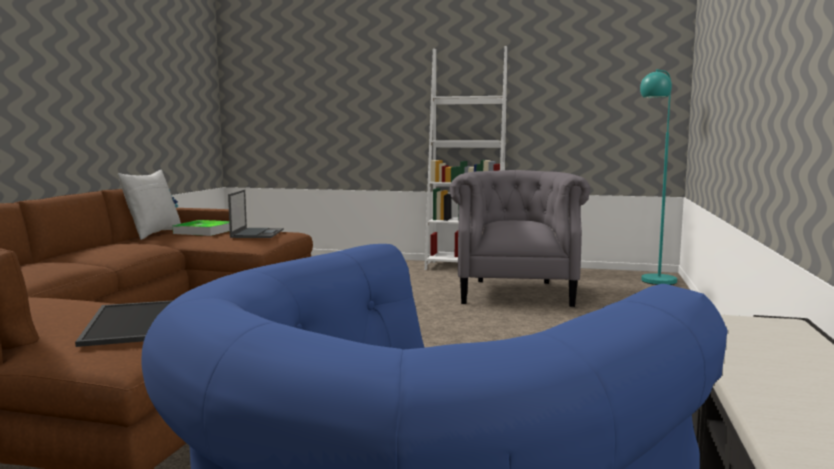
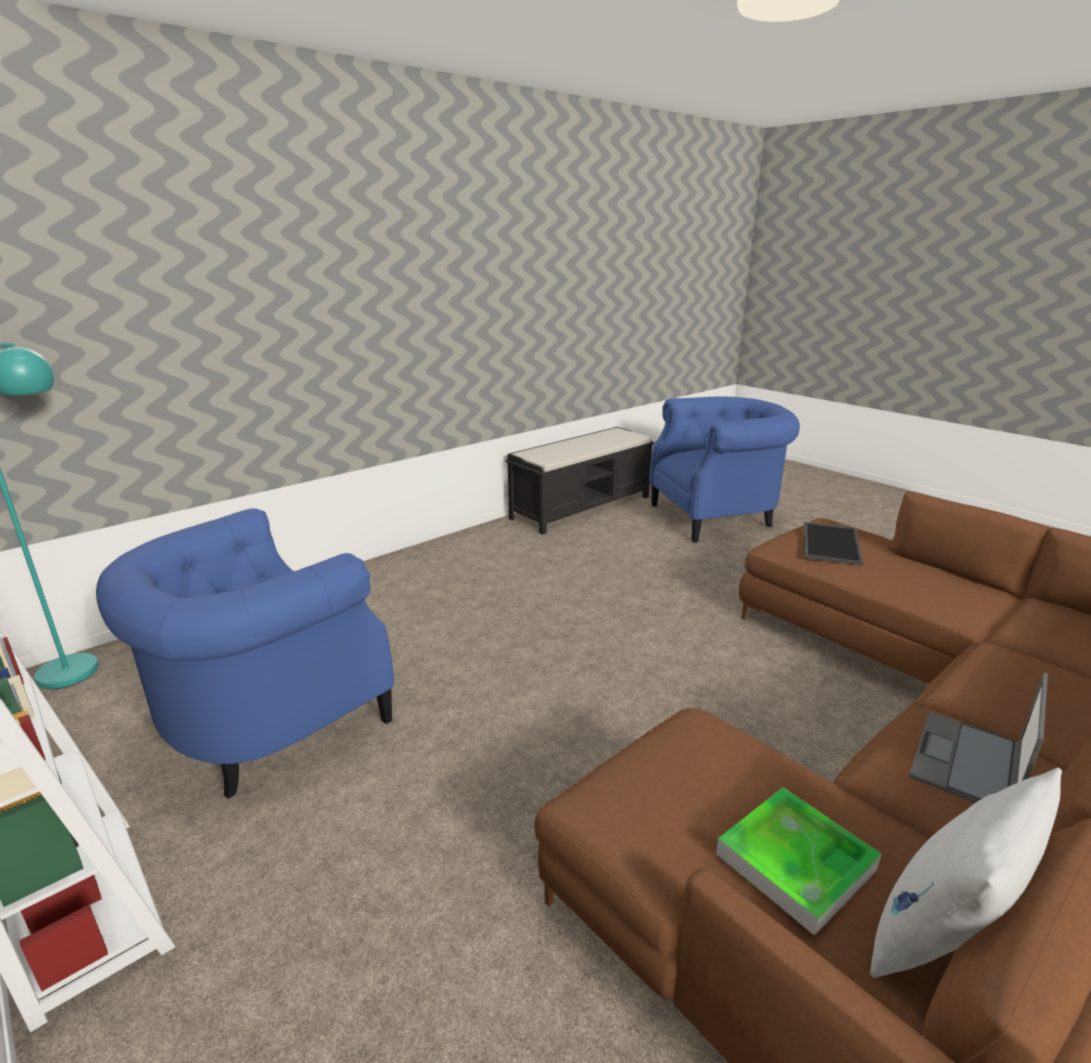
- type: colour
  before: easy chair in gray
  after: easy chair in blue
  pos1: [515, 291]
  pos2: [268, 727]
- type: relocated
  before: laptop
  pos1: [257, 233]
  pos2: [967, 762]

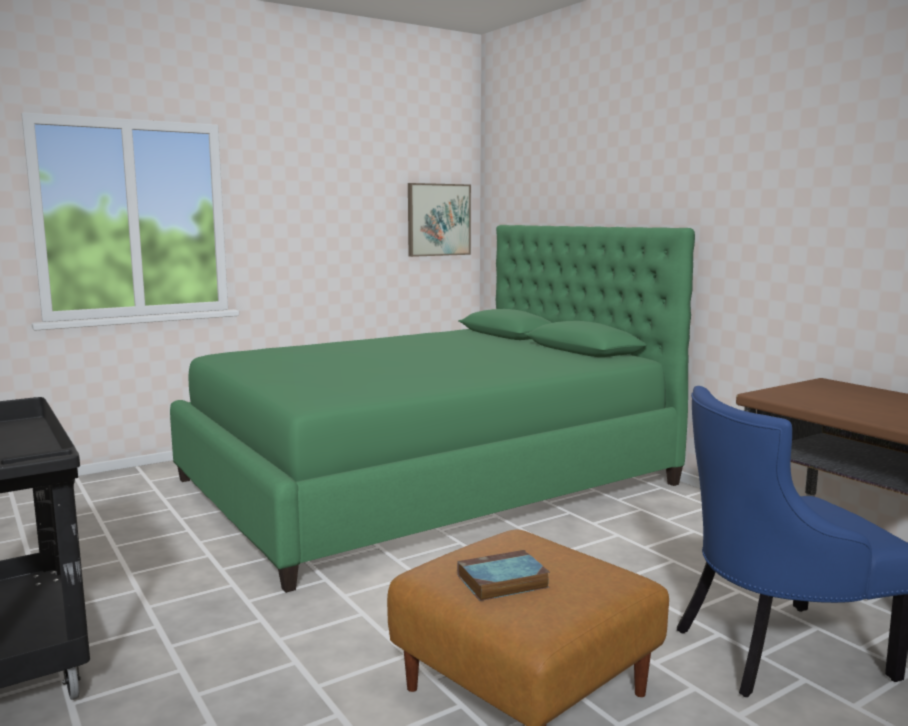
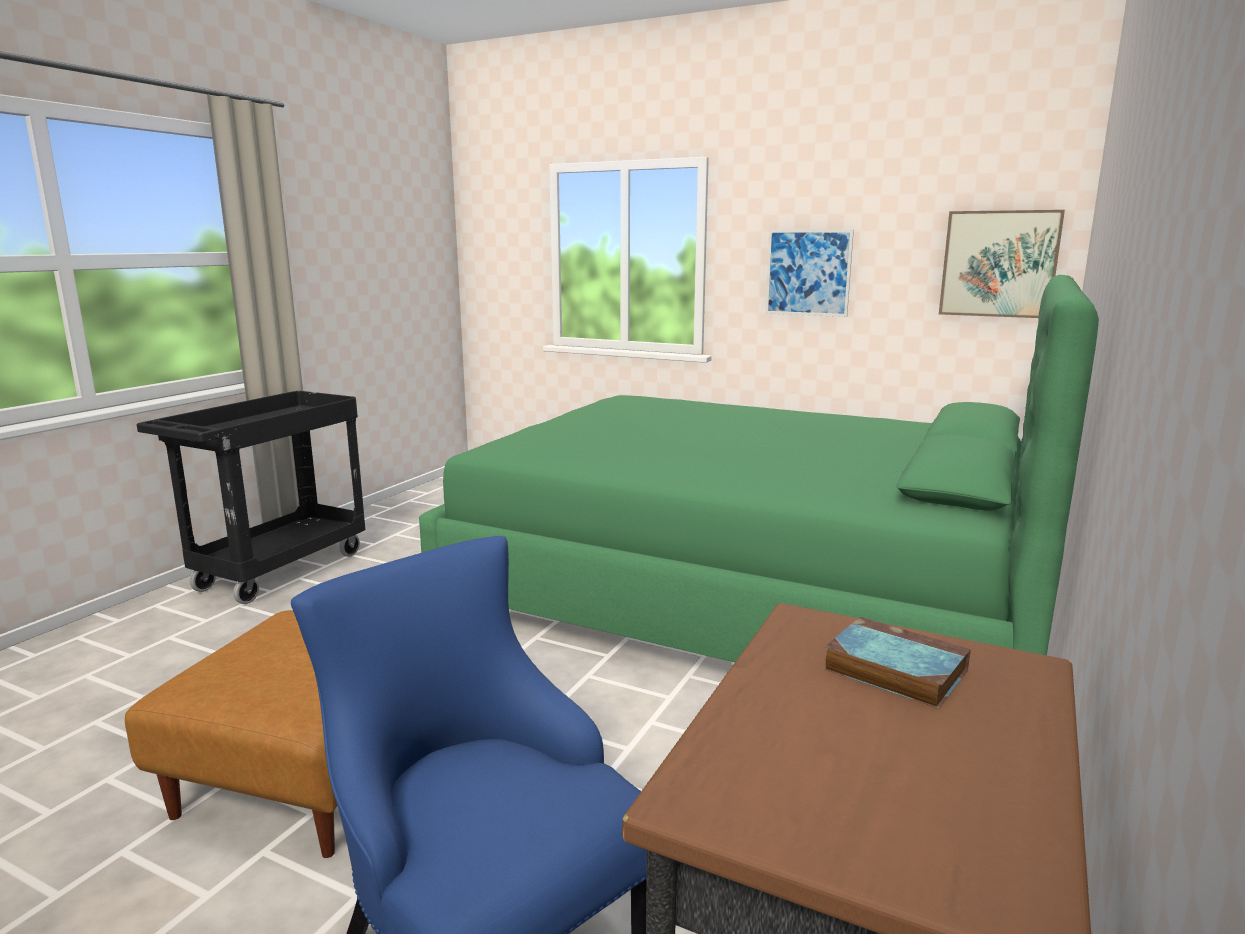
- type: relocated
  before: book
  pos1: [501, 582]
  pos2: [891, 669]
- type: appeared
  after: picture
  pos2: [808, 272]

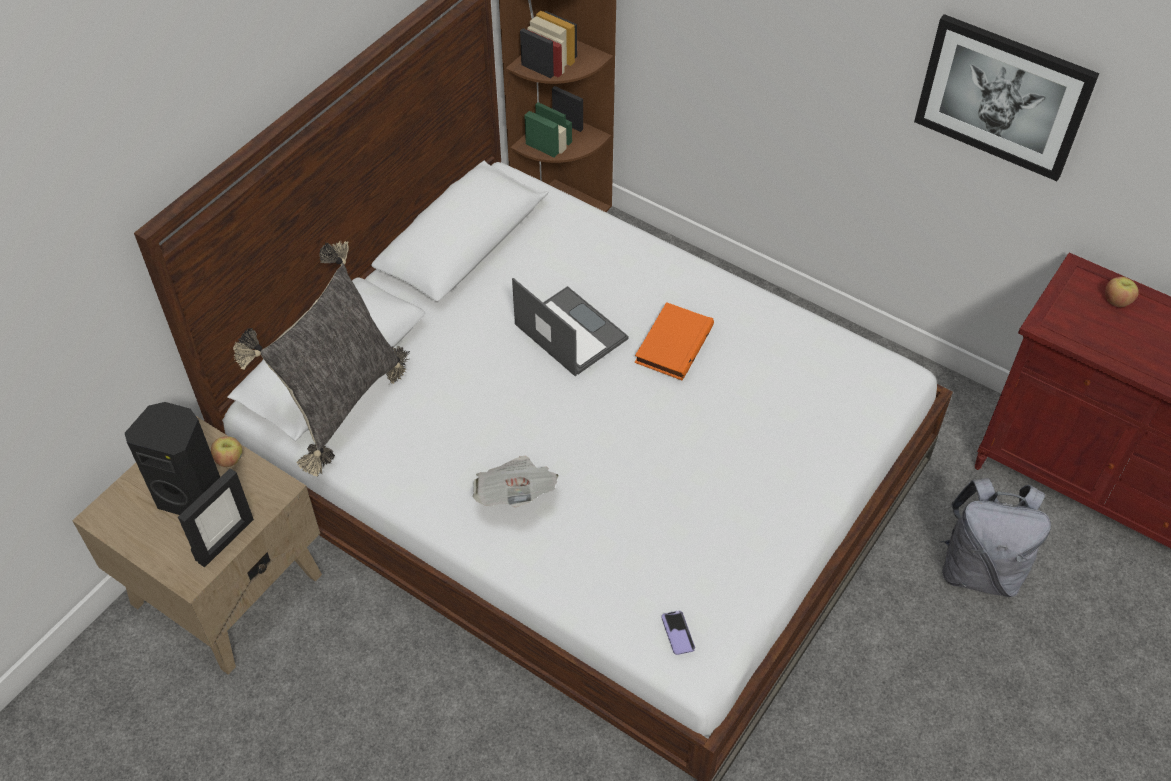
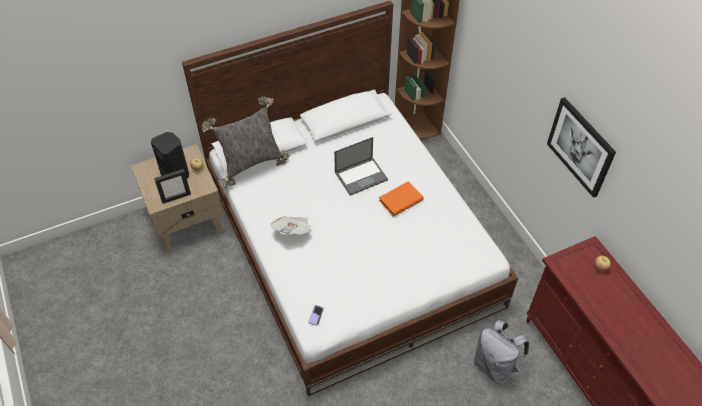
- type: spun
  before: laptop
  pos1: [569, 331]
  pos2: [361, 176]
  turn: 75

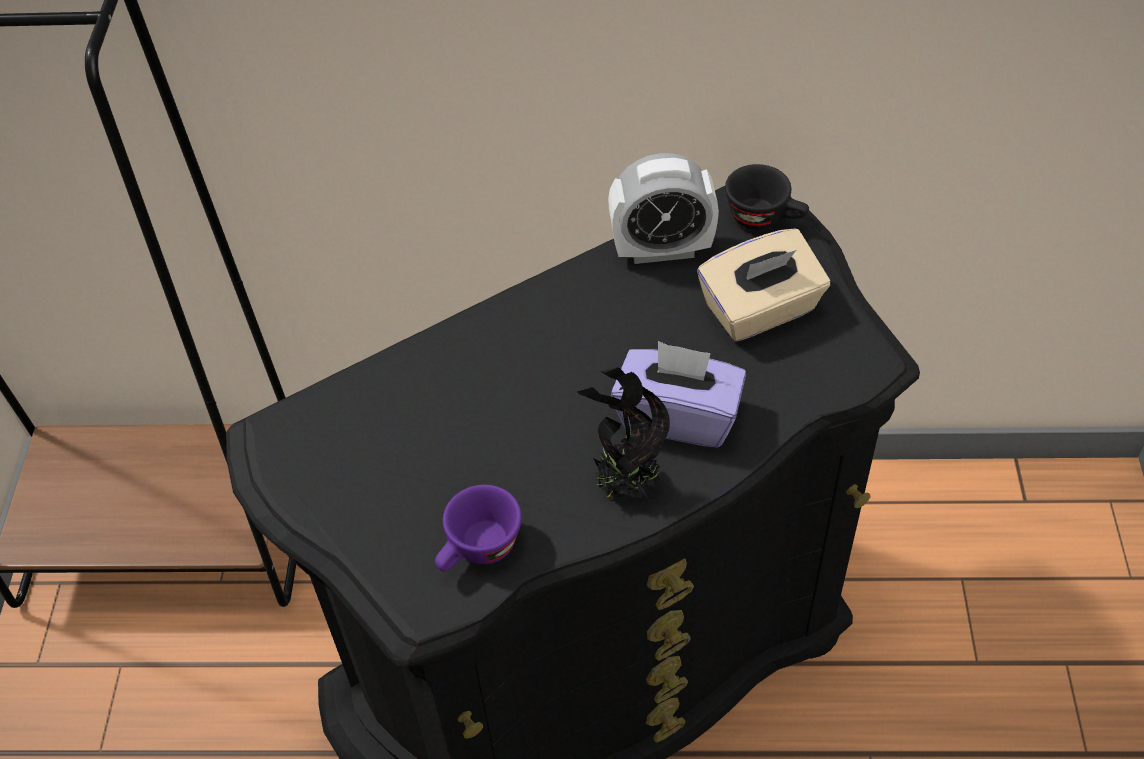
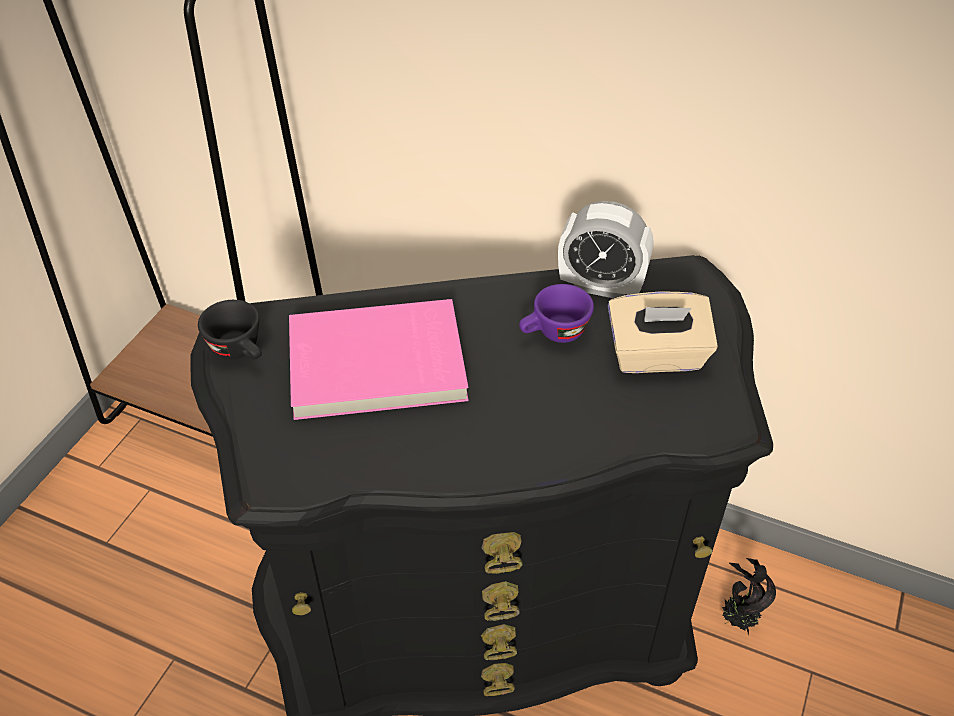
- type: relocated
  before: small cup in black
  pos1: [765, 218]
  pos2: [241, 351]
- type: missing
  before: tissue holder in purplish
  pos1: [678, 416]
- type: relocated
  before: houseplant
  pos1: [624, 486]
  pos2: [736, 620]
- type: relocated
  before: small cup in purplish
  pos1: [478, 551]
  pos2: [554, 333]
- type: appeared
  after: book in pink
  pos2: [377, 365]

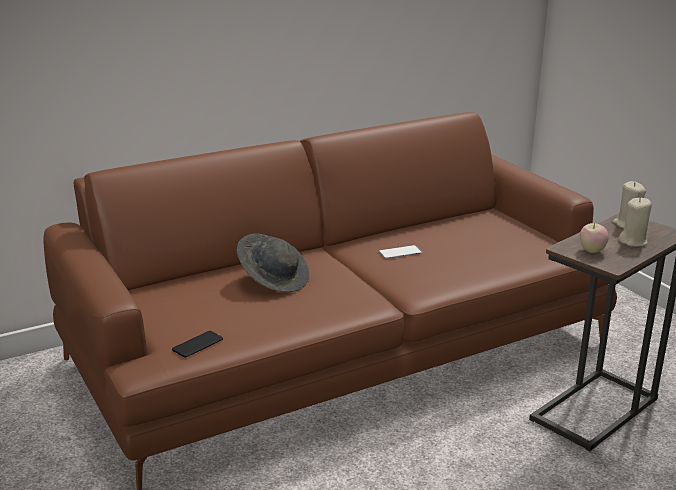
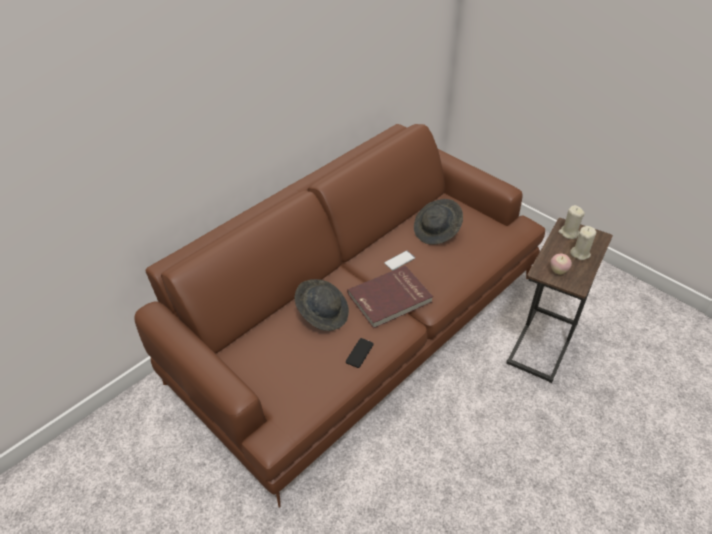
- type: relocated
  before: phone
  pos1: [197, 344]
  pos2: [359, 353]
- type: appeared
  after: hat in gray
  pos2: [437, 231]
- type: appeared
  after: book in red
  pos2: [390, 299]

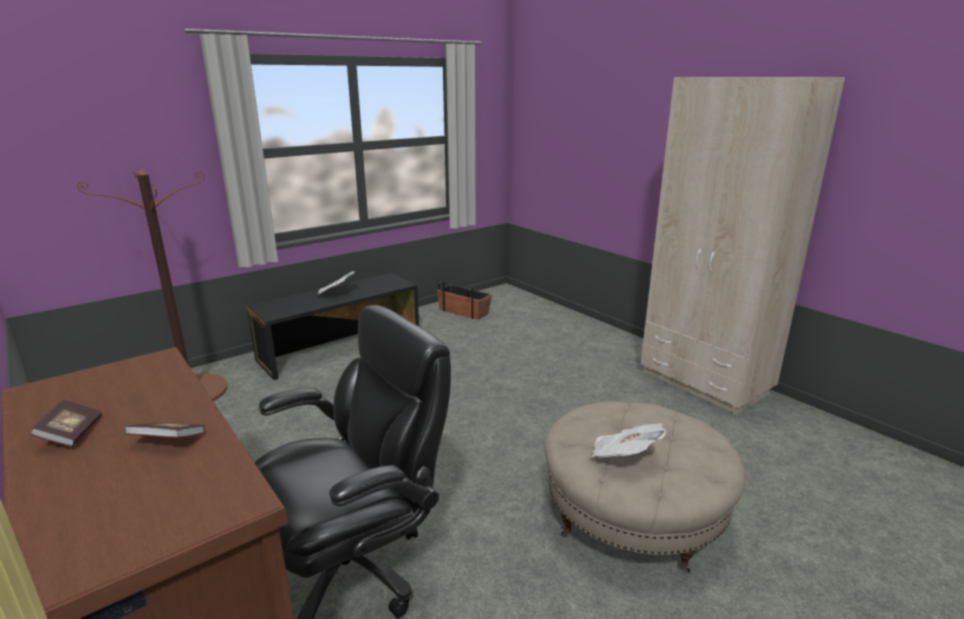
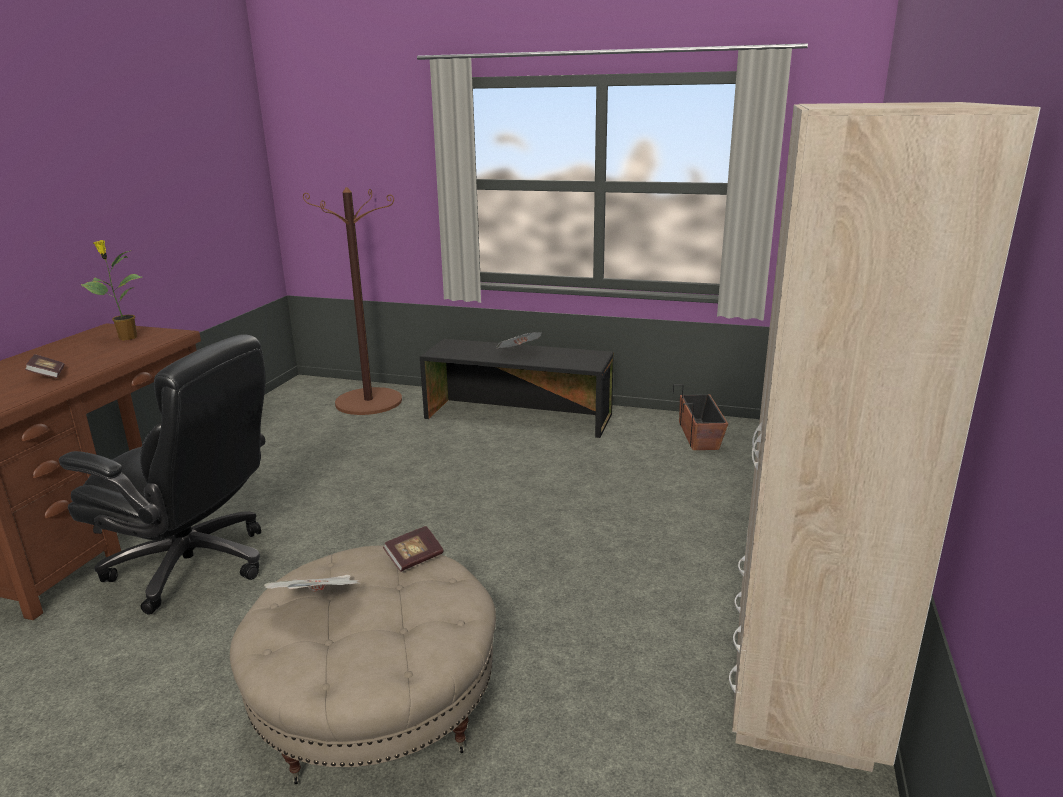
- type: relocated
  before: book
  pos1: [71, 434]
  pos2: [414, 558]
- type: appeared
  after: houseplant
  pos2: [126, 338]

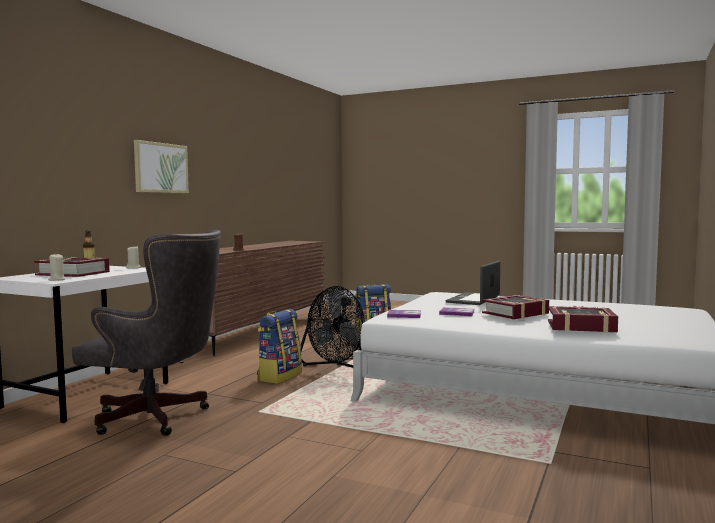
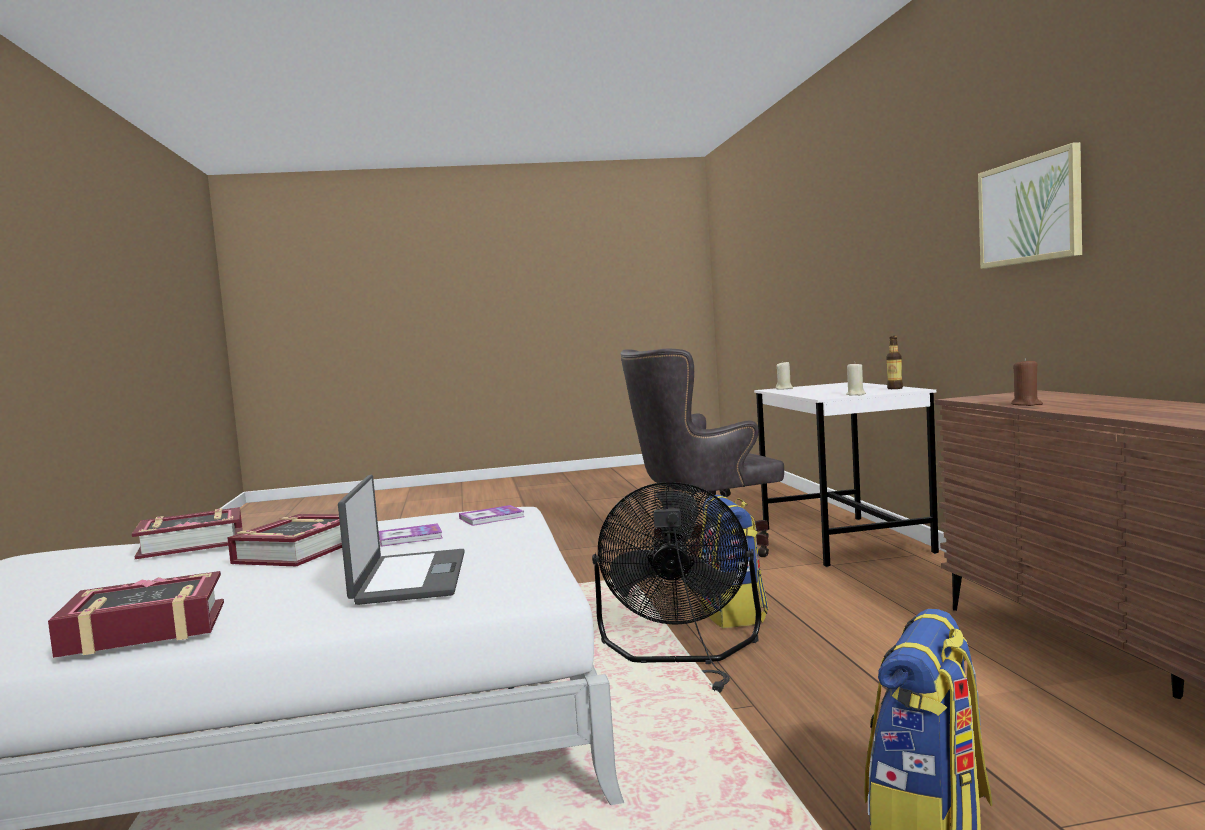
- type: relocated
  before: book
  pos1: [73, 273]
  pos2: [145, 629]

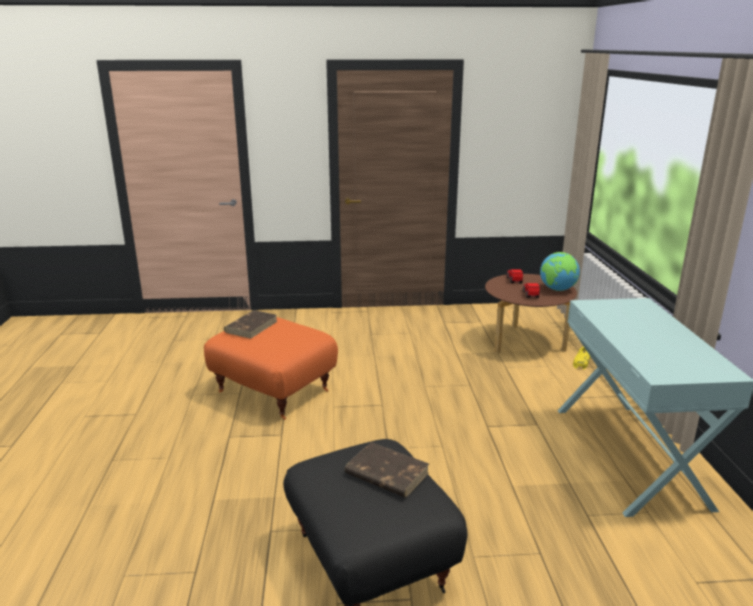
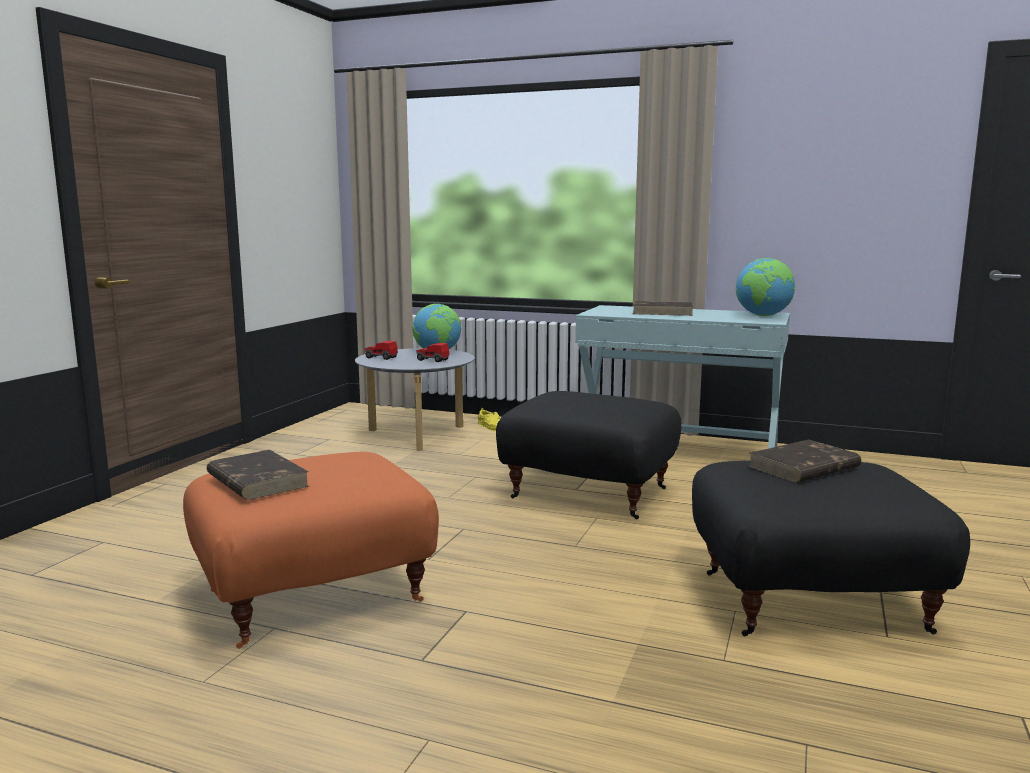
- type: colour
  before: coffee table in brown-coloured
  after: coffee table in gray
  pos1: [524, 343]
  pos2: [417, 435]
- type: appeared
  after: desk globe
  pos2: [763, 316]
- type: appeared
  after: book in brown-coloured
  pos2: [663, 312]
- type: appeared
  after: pouffe in black
  pos2: [590, 492]

